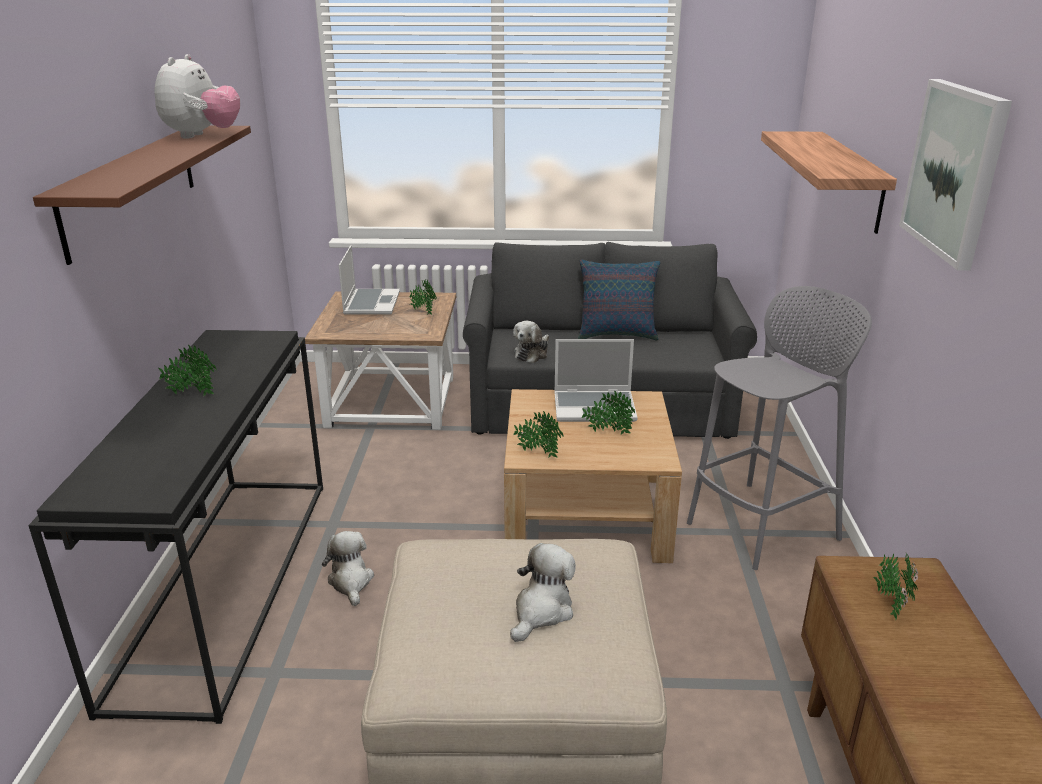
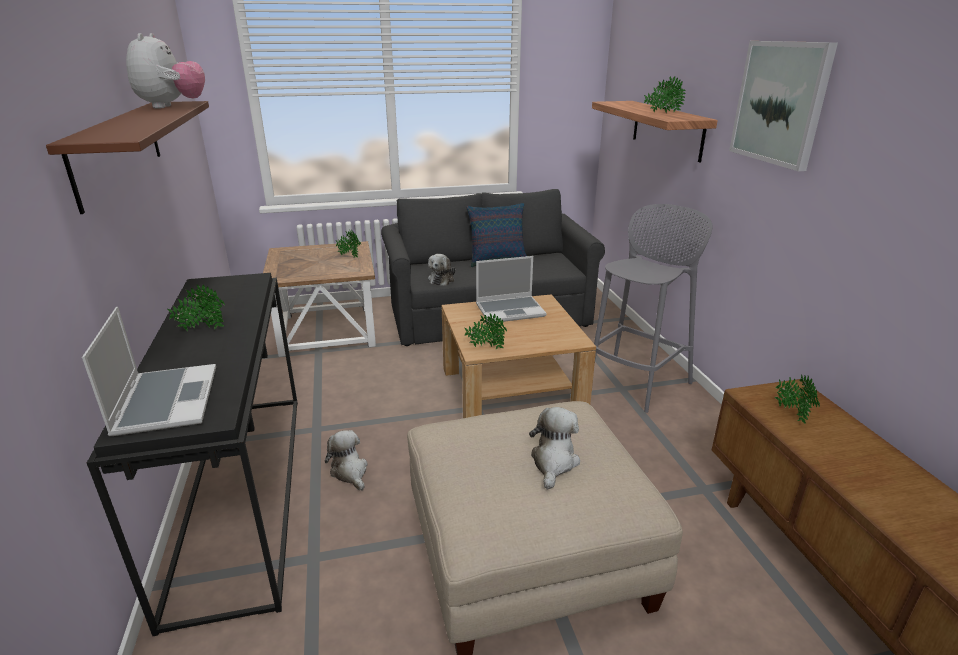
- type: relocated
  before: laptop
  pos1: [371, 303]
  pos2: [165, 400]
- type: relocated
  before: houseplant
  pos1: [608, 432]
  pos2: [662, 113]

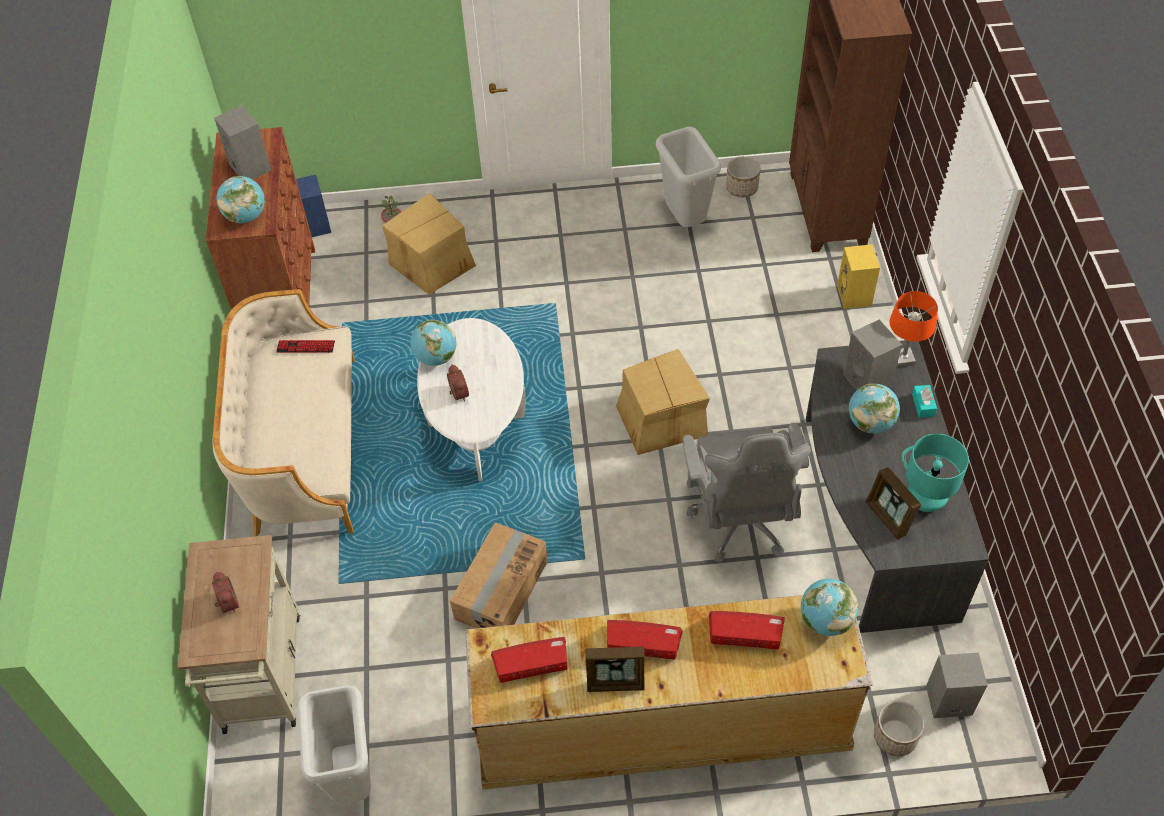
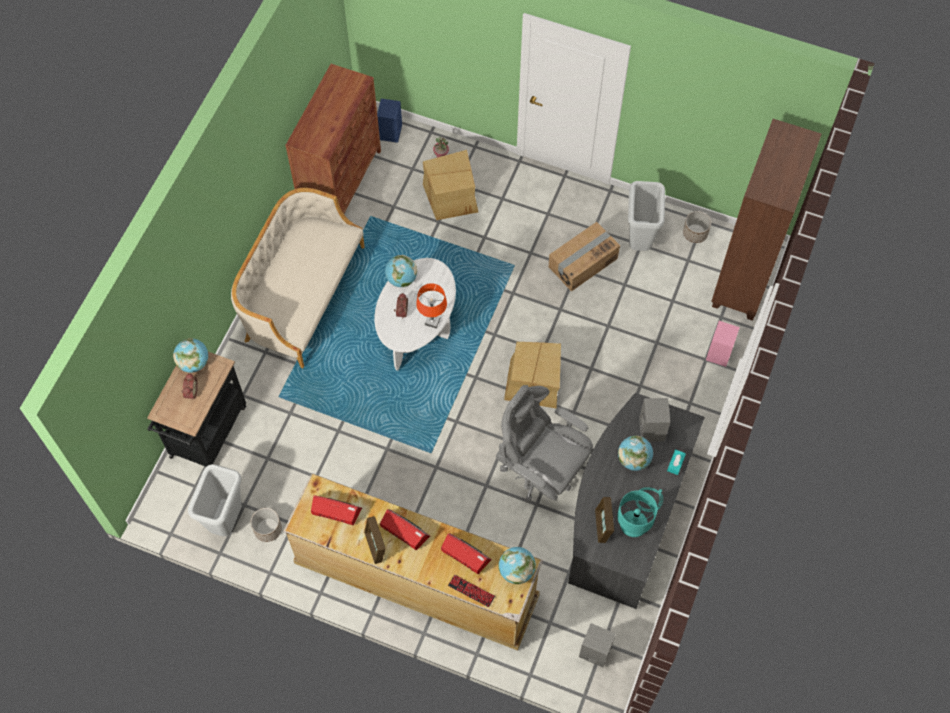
- type: missing
  before: loudspeaker in gray
  pos1: [251, 167]
- type: relocated
  before: desk globe
  pos1: [246, 216]
  pos2: [194, 363]
- type: colour
  before: loudspeaker in yellowish
  after: loudspeaker in pink
  pos1: [855, 296]
  pos2: [719, 354]
- type: relocated
  before: tabletop lamp in orange-coloured
  pos1: [903, 359]
  pos2: [432, 321]
- type: relocated
  before: PC keyboard
  pos1: [306, 347]
  pos2: [471, 591]
- type: spun
  before: office chair in gray
  pos1: [739, 516]
  pos2: [542, 472]
  turn: 105
- type: relocated
  before: carton
  pos1: [500, 590]
  pos2: [582, 262]
- type: colour
  before: trolley in beige
  after: trolley in black
  pos1: [262, 677]
  pos2: [207, 434]
- type: spun
  before: picture frame
  pos1: [615, 682]
  pos2: [375, 546]
  turn: 45
- type: relocated
  before: planter
  pos1: [895, 736]
  pos2: [268, 529]

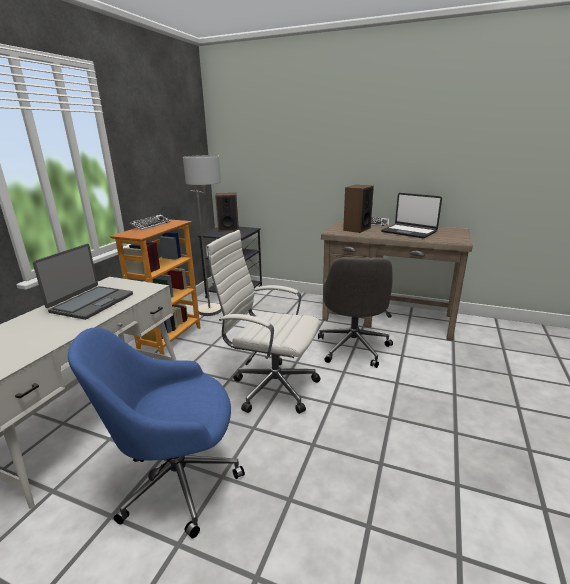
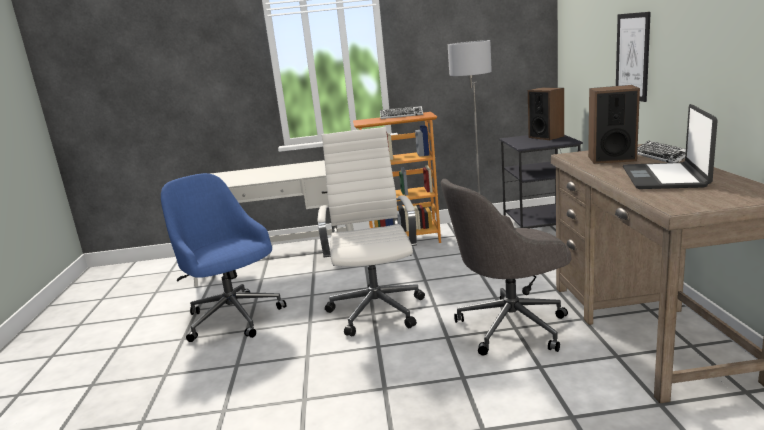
- type: missing
  before: laptop
  pos1: [91, 303]
- type: appeared
  after: picture
  pos2: [632, 56]

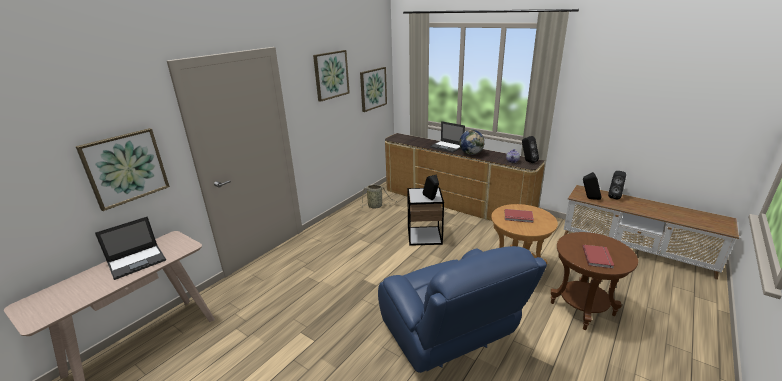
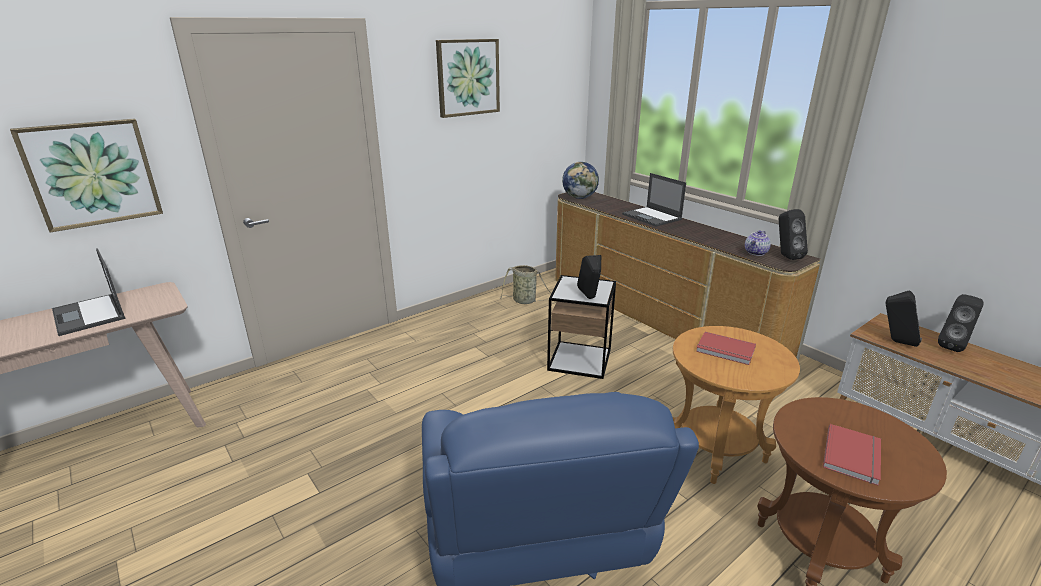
- type: missing
  before: picture
  pos1: [373, 89]
- type: relocated
  before: desk globe
  pos1: [471, 153]
  pos2: [580, 198]
- type: spun
  before: laptop
  pos1: [137, 261]
  pos2: [89, 315]
  turn: 75

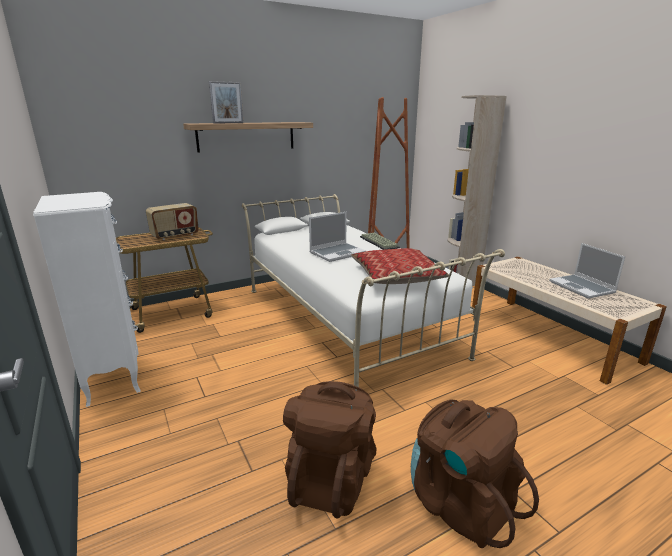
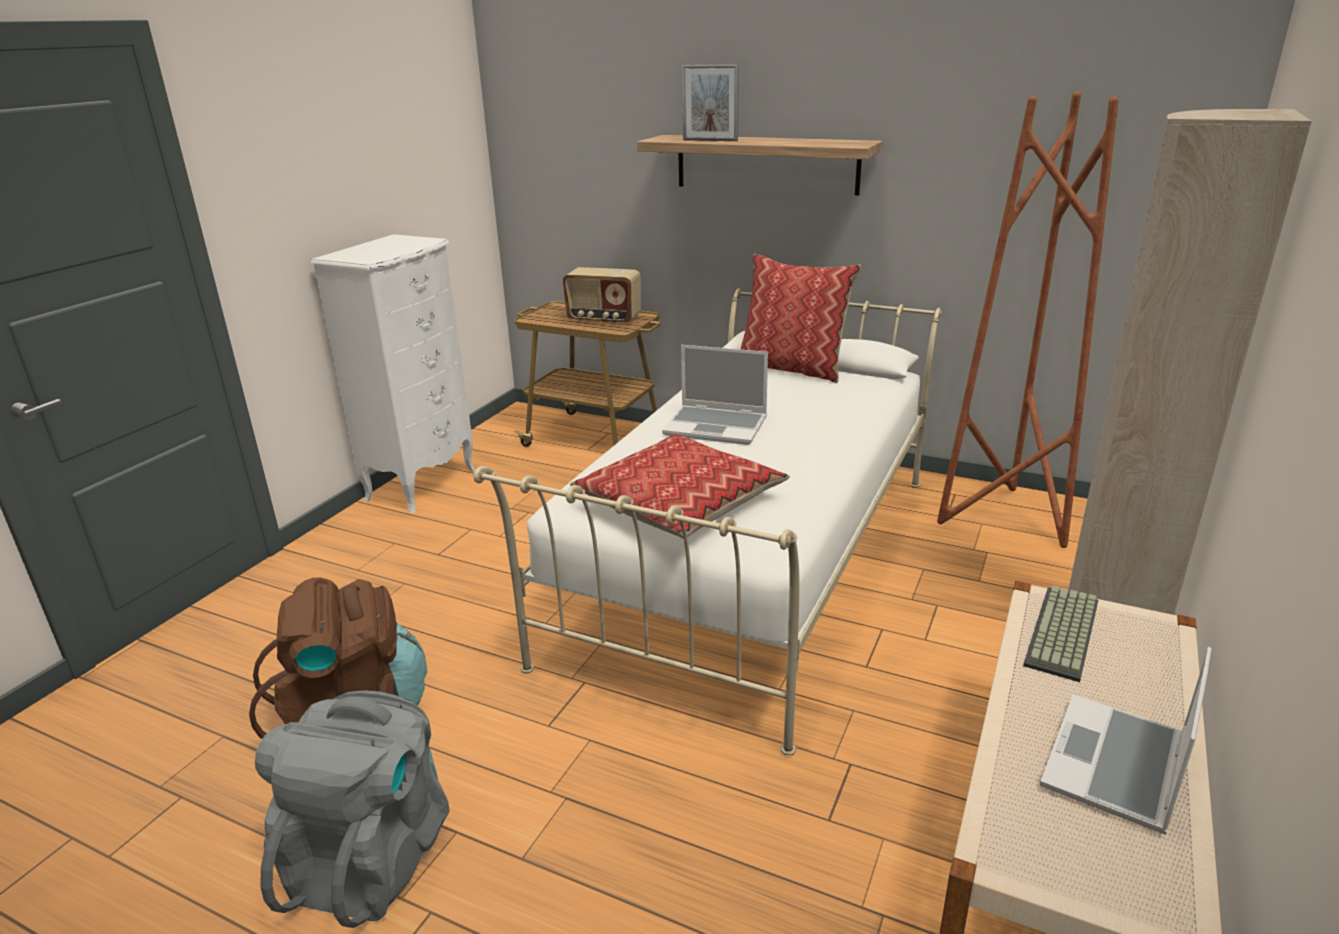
- type: relocated
  before: PC keyboard
  pos1: [380, 242]
  pos2: [1064, 634]
- type: colour
  before: backpack in brown-coloured
  after: backpack in gray
  pos1: [460, 503]
  pos2: [372, 856]
- type: appeared
  after: pillow
  pos2: [793, 368]

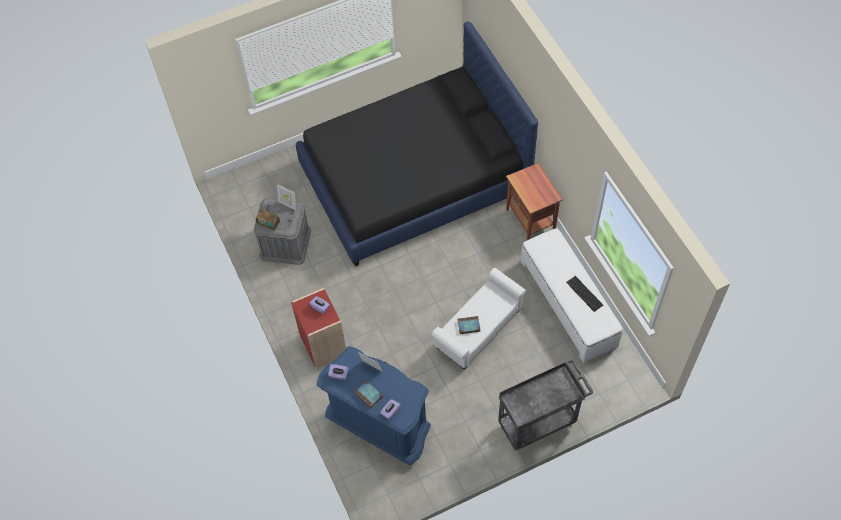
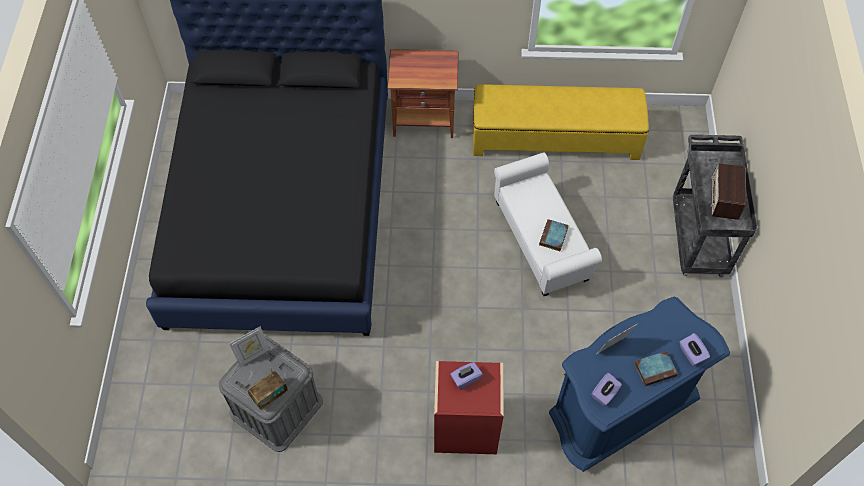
- type: colour
  before: indoor bench in white
  after: indoor bench in yellowish
  pos1: [569, 303]
  pos2: [556, 136]
- type: missing
  before: PC keyboard
  pos1: [584, 293]
- type: appeared
  after: radio
  pos2: [724, 198]

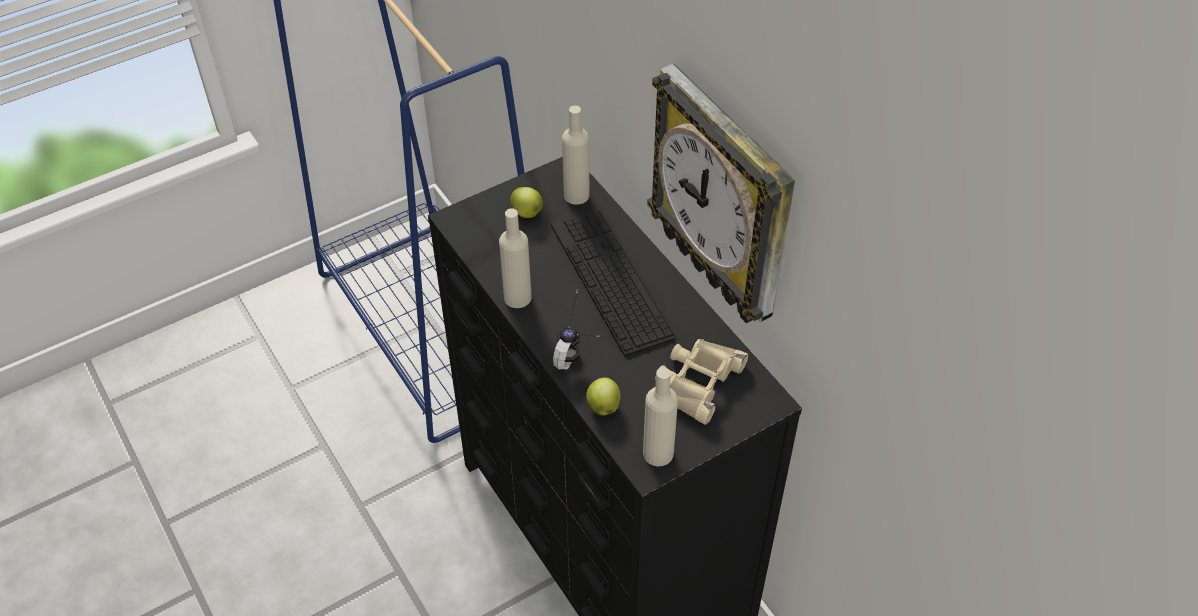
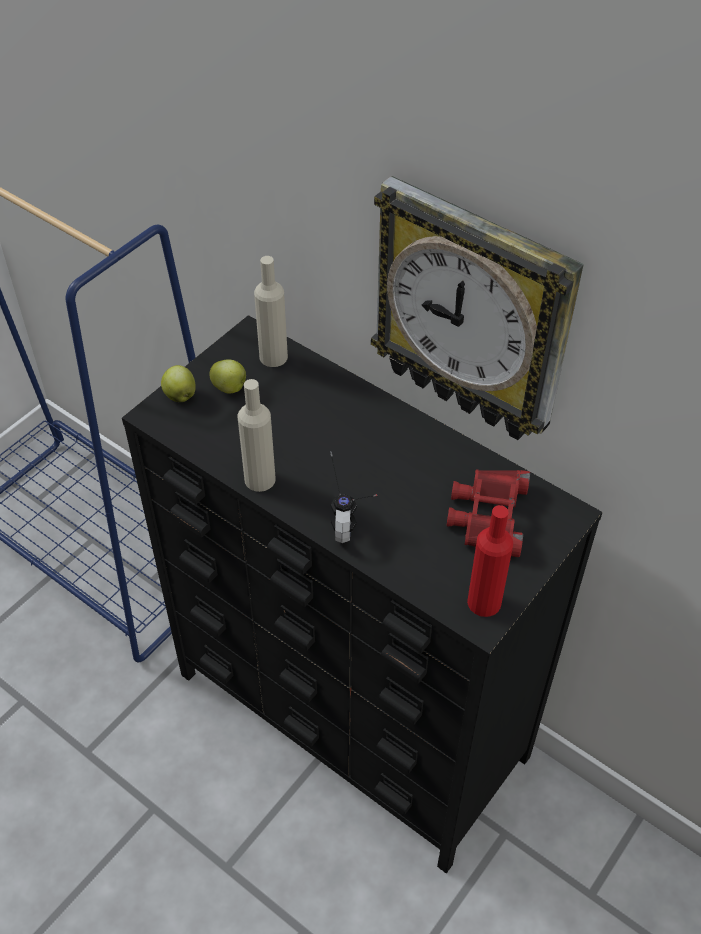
- type: missing
  before: PC keyboard
  pos1: [611, 280]
- type: colour
  before: binoculars in beige
  after: binoculars in red
  pos1: [697, 382]
  pos2: [487, 515]
- type: colour
  before: drink bottle in beige
  after: drink bottle in red
  pos1: [658, 453]
  pos2: [484, 602]
- type: relocated
  before: whole apple
  pos1: [603, 406]
  pos2: [180, 395]

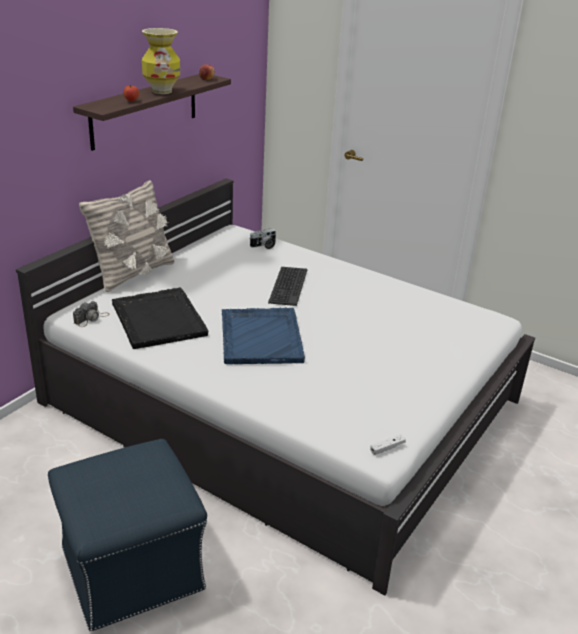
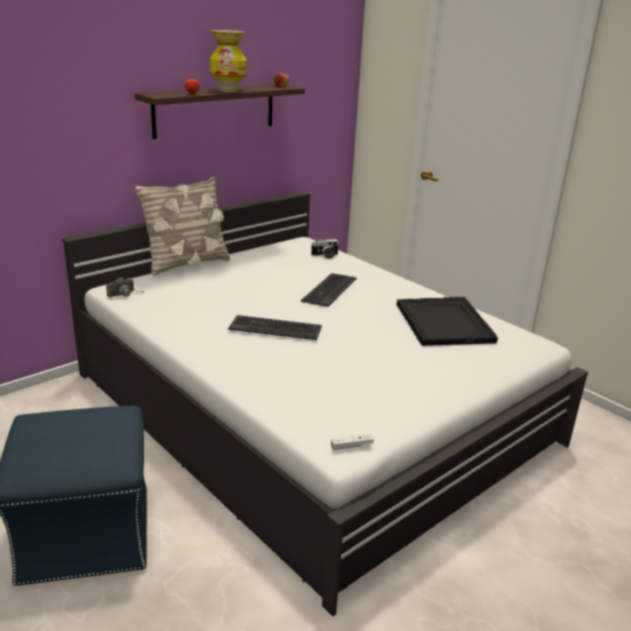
- type: relocated
  before: carrying tray in black
  pos1: [158, 319]
  pos2: [443, 322]
- type: exchanged
  before: carrying tray in blue
  after: PC keyboard
  pos1: [261, 337]
  pos2: [275, 328]

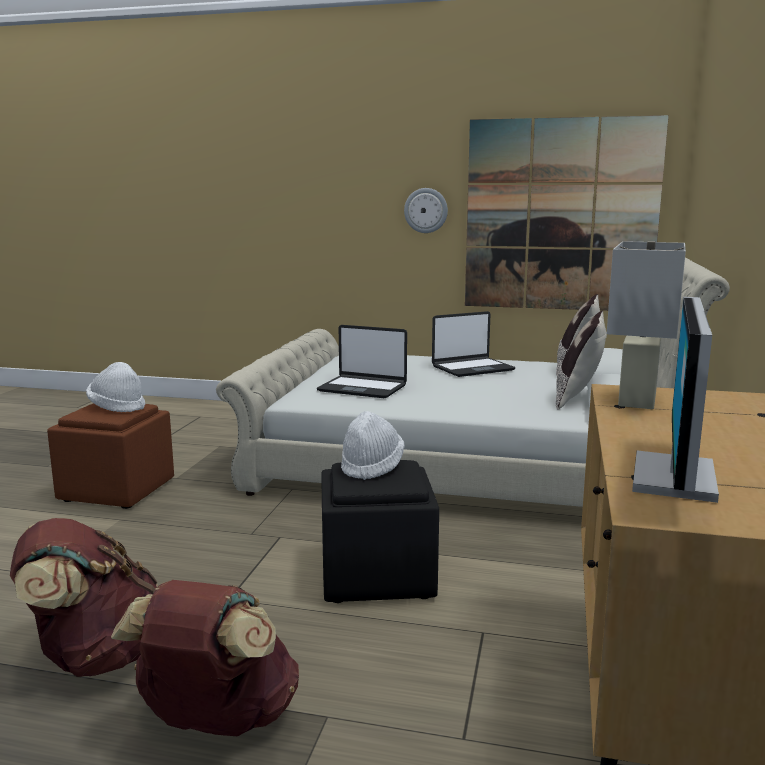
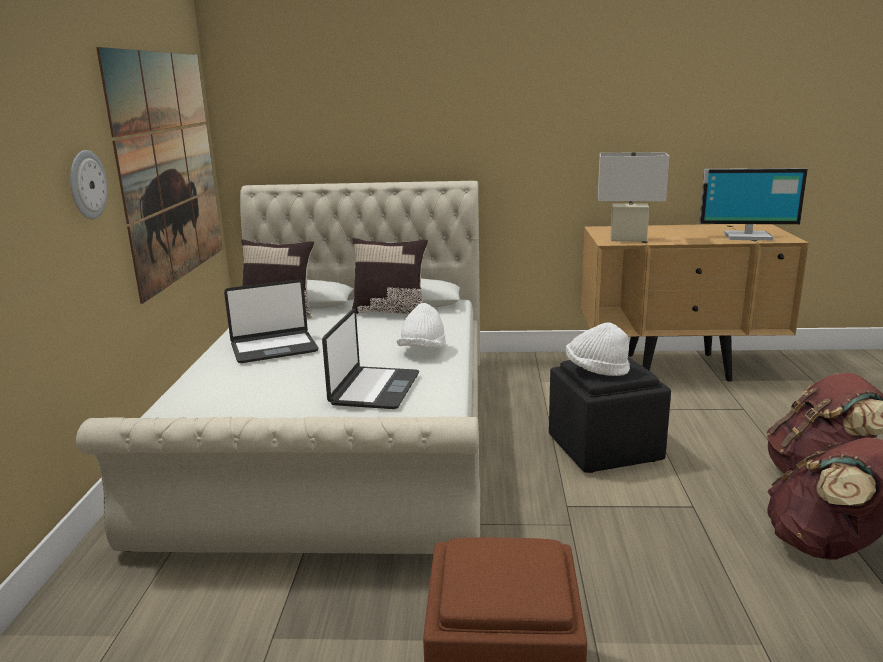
- type: spun
  before: laptop
  pos1: [472, 368]
  pos2: [274, 348]
  turn: 105
- type: relocated
  before: hat in white
  pos1: [117, 407]
  pos2: [422, 351]

